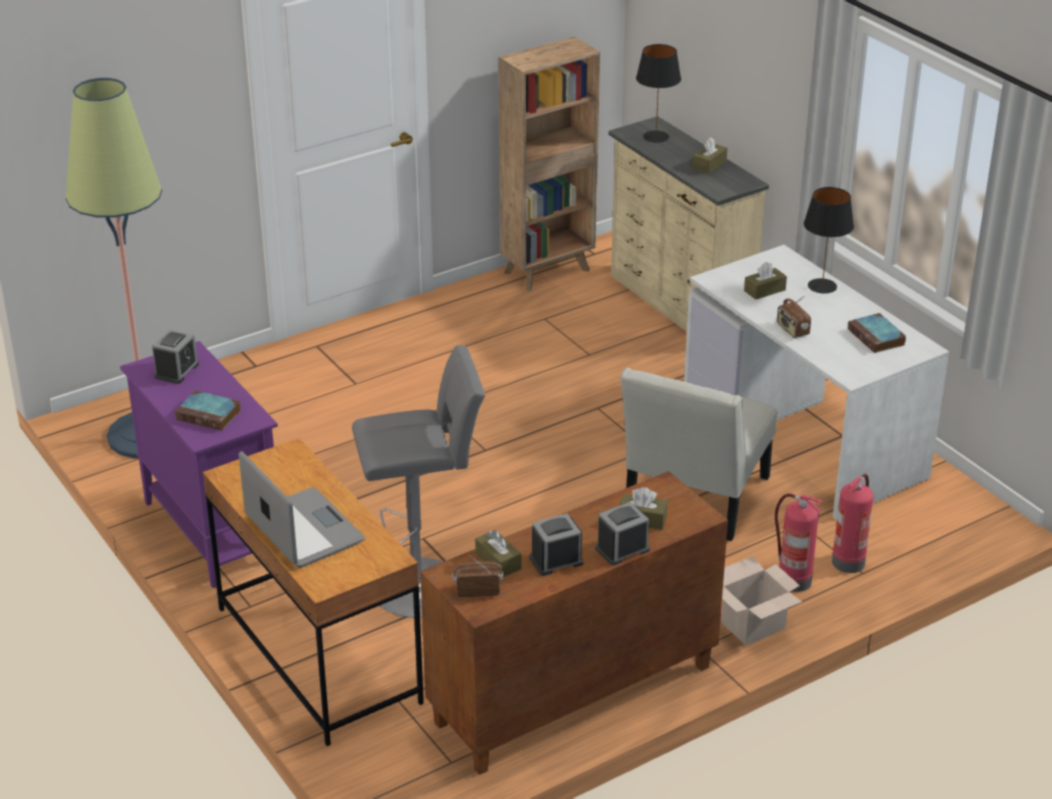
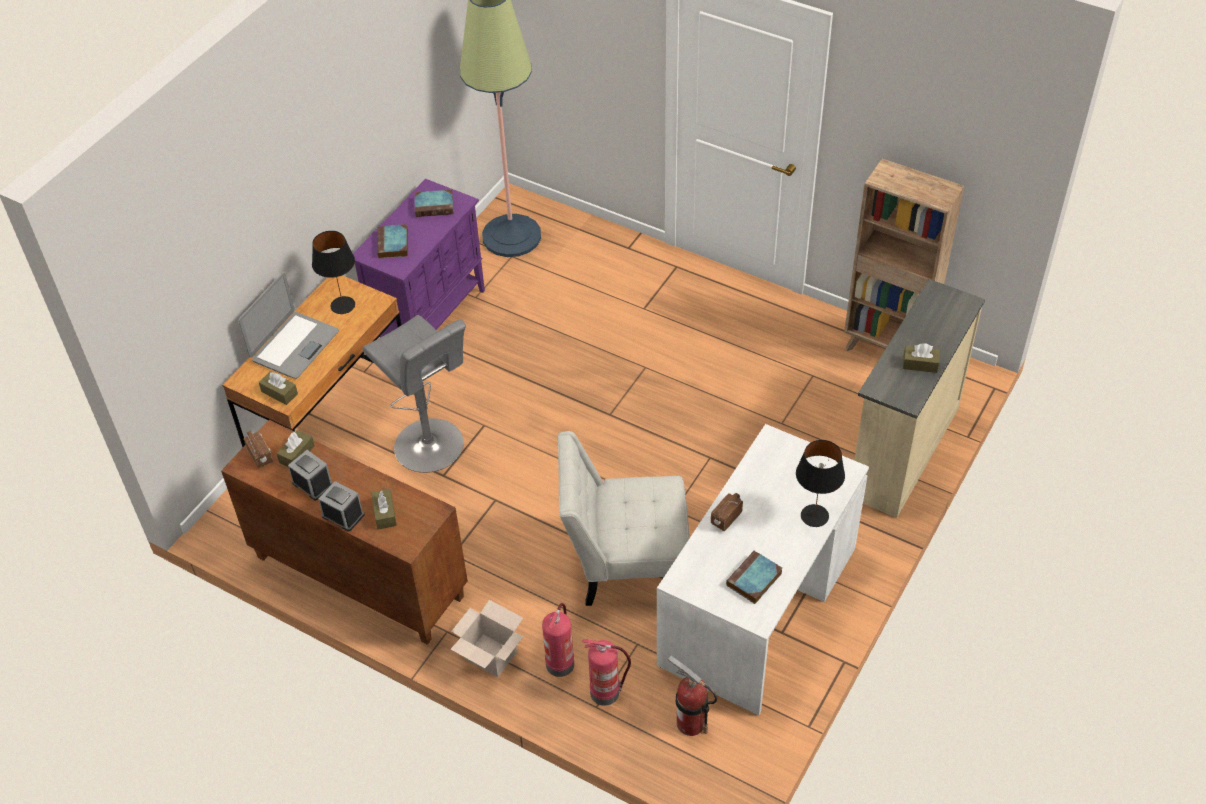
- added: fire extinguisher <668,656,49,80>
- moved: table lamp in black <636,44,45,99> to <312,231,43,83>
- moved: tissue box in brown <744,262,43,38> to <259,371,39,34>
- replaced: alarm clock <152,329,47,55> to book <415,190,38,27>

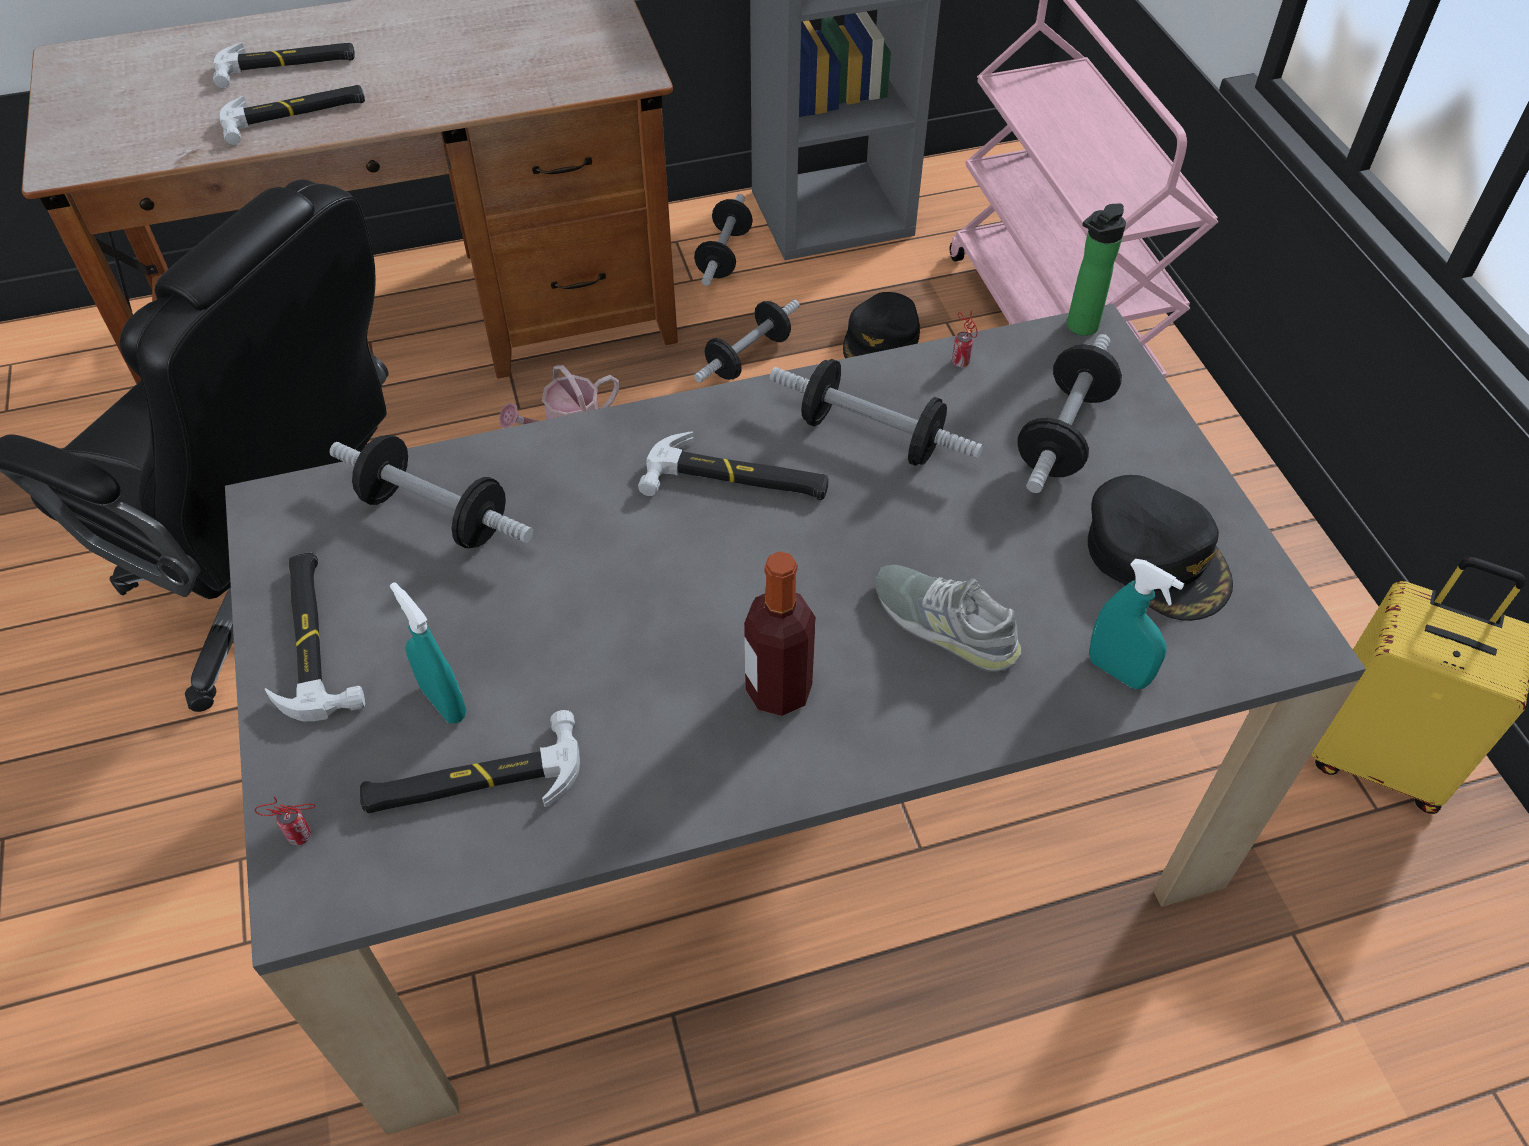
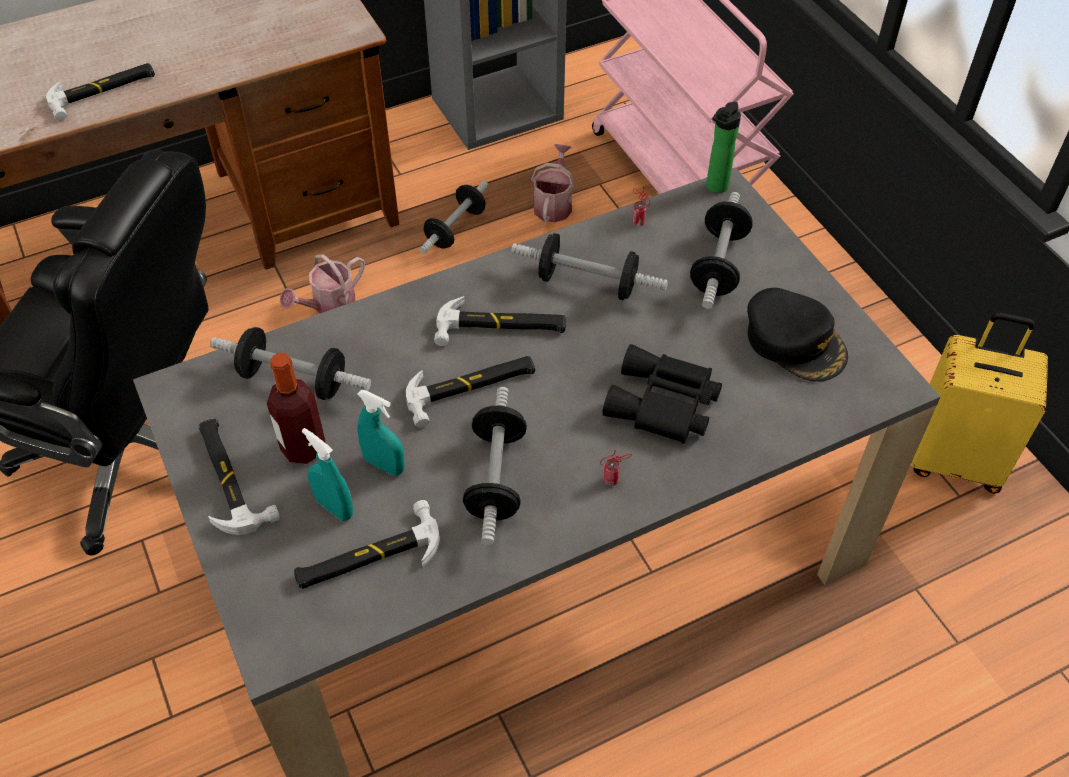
- moved: hammer <213,43,142,45> to <406,356,129,72>
- moved: can <255,796,60,49> to <600,450,32,36>
- moved: dumbbell <694,194,59,92> to <463,387,64,158>
- moved: bottle <744,551,72,165> to <267,353,58,111>
- moved: spray bottle in turquoise <1089,559,95,130> to <357,390,48,86>
- replaced: cap in black <843,292,77,66> to watering can <531,144,44,79>
- replaced: shoe in grey <875,565,147,107> to binoculars in black <602,344,120,100>

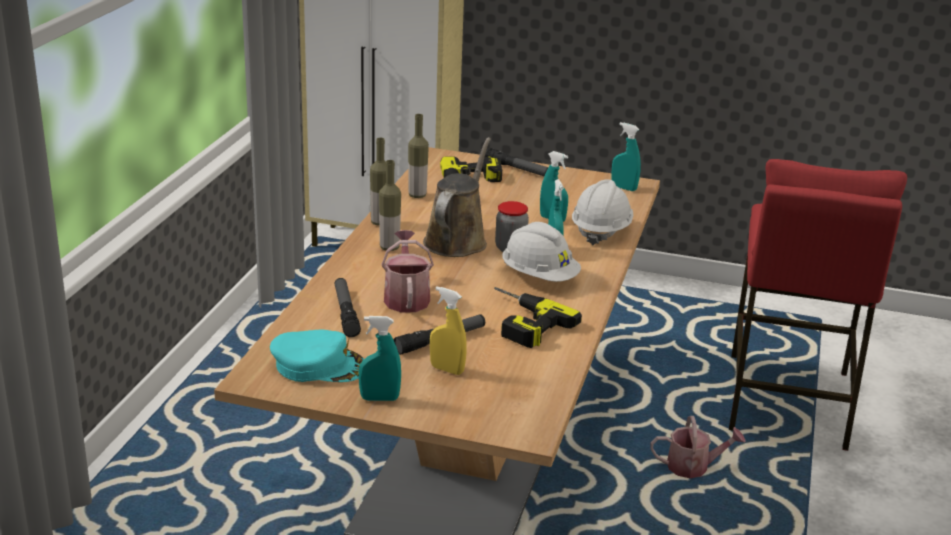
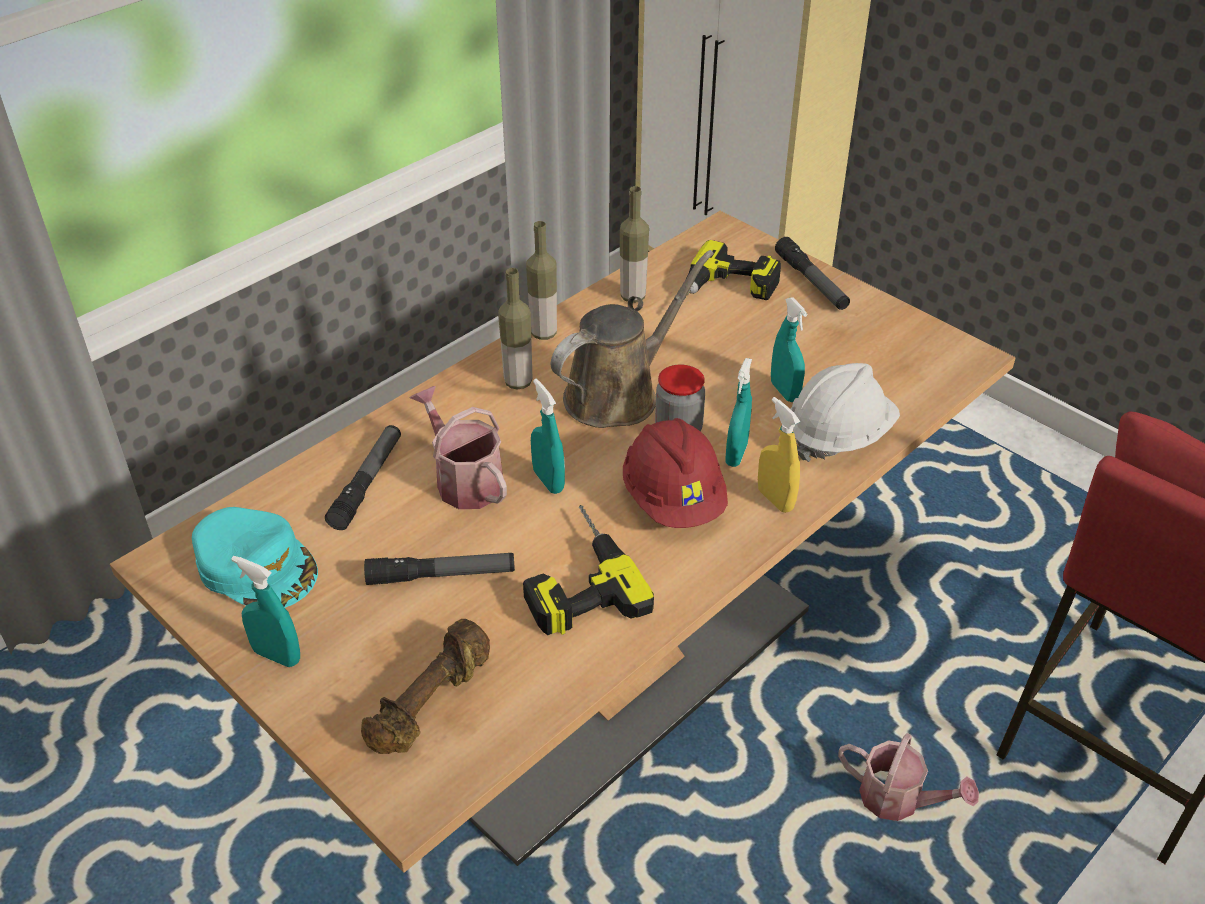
- added: dumbbell in brown <361,619,129,135>
- moved: spray bottle in yellow <430,287,37,88> to <758,397,42,116>
- moved: spray bottle in turquoise <611,122,30,69> to <531,379,34,115>
- recoloured: hard hat in white <502,222,79,60> to hard hat in red <623,418,105,110>
- turned: watering can <382,230,52,83> = <410,386,97,123> 60 degrees counterclockwise

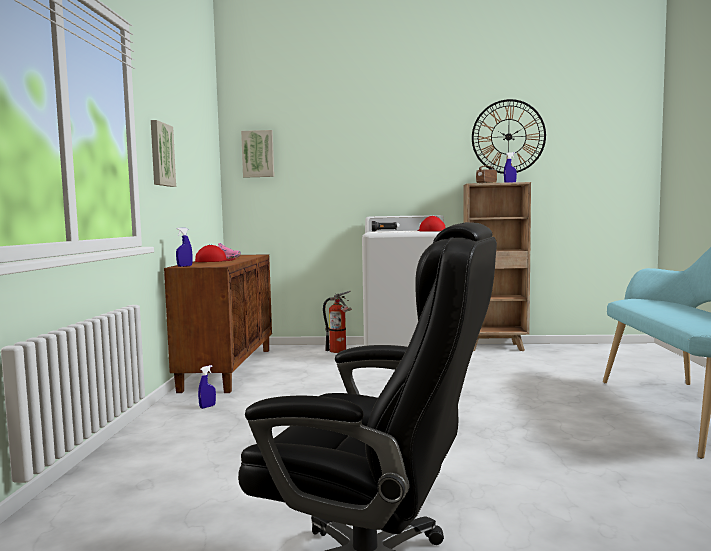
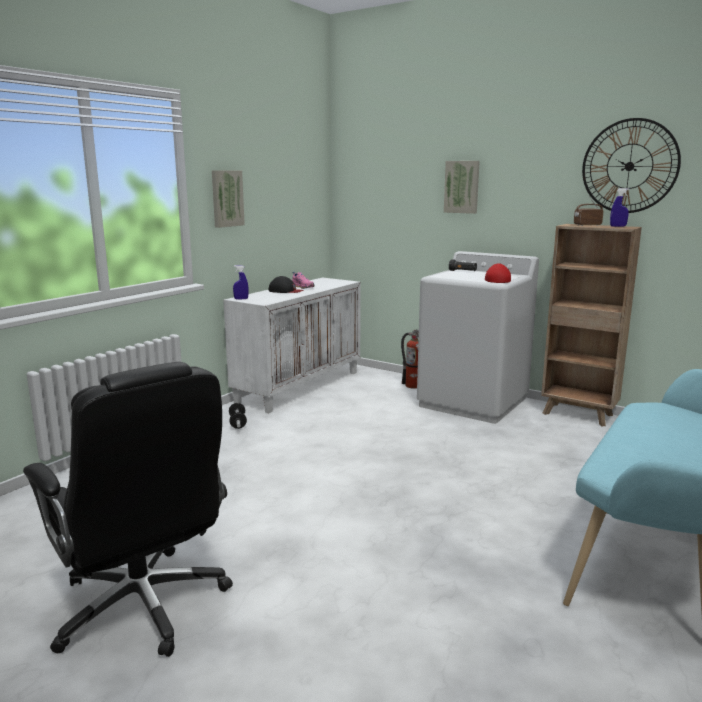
- moved: picture <241,130,33,48> to <444,161,36,53>
- replaced: spray bottle in blue <198,365,18,44> to dumbbell <229,403,18,26>
- recoloured: cabinet in brown <164,254,108,139> to cabinet in white <223,278,138,135>
- recoloured: cap in red <195,245,41,17> to cap in black <269,276,34,17>

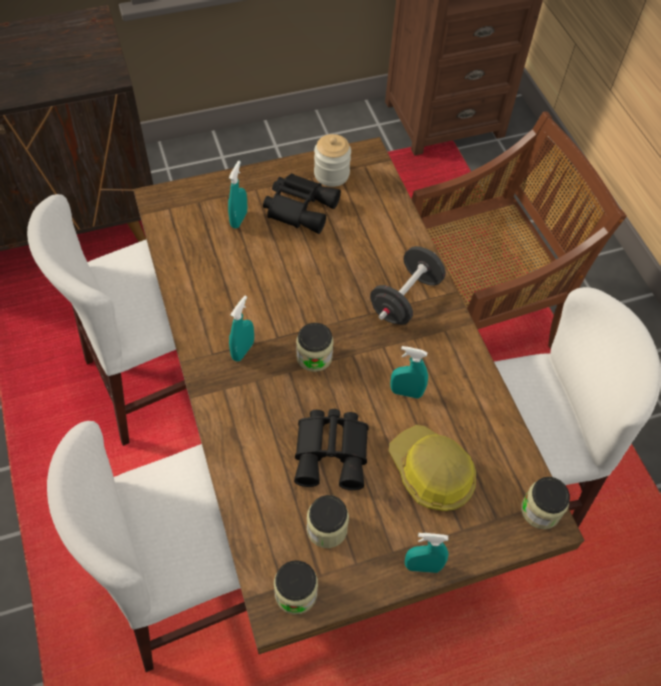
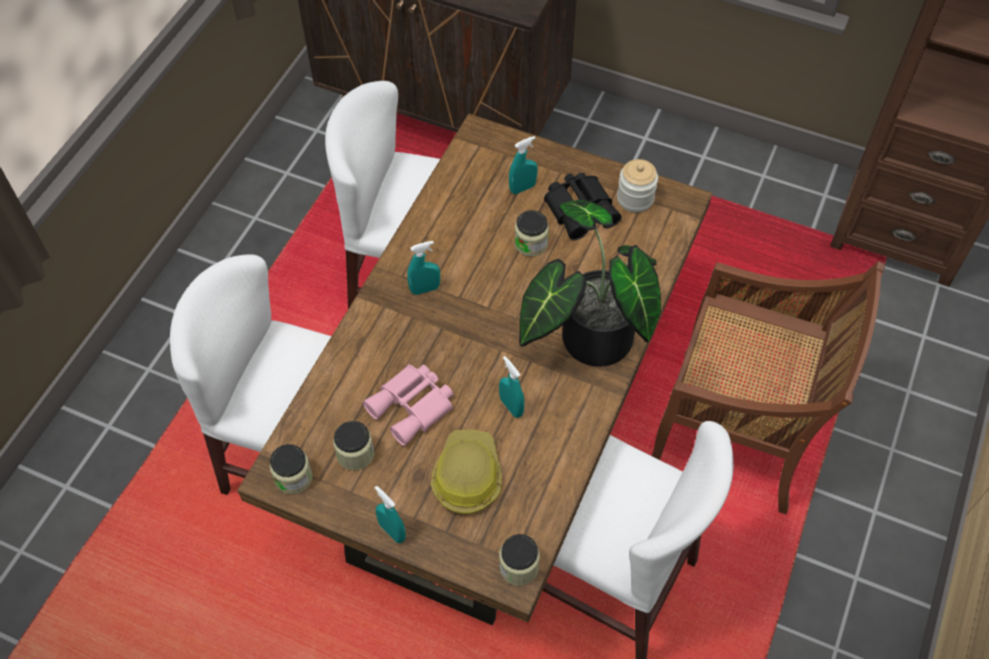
- moved: jar <296,323,38,49> to <515,210,34,46>
- replaced: dumbbell in black <370,246,76,79> to potted plant <519,200,142,167>
- recoloured: binoculars in black <294,409,75,81> to binoculars in pink <363,364,90,82>

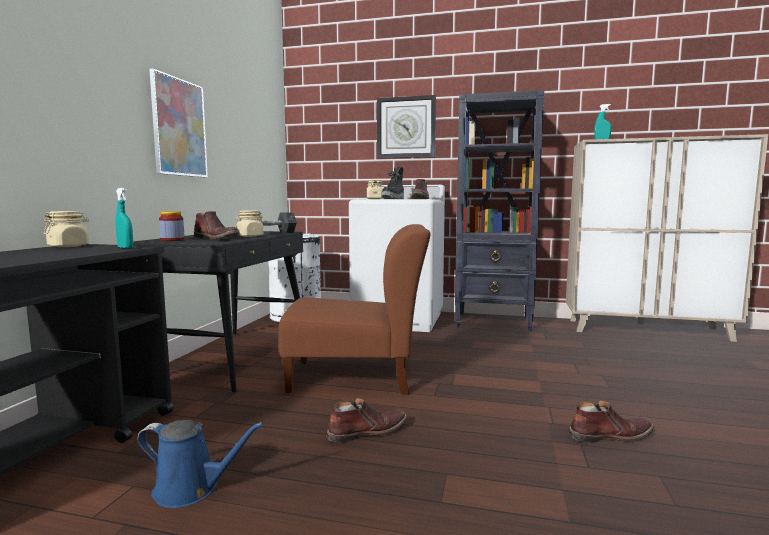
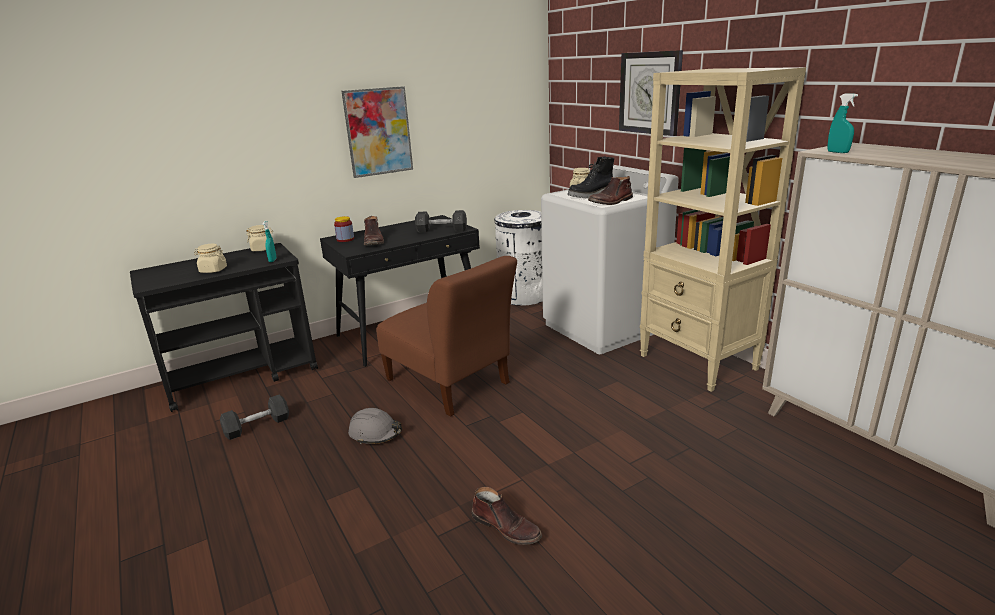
- moved: jar in beige <234,210,30,27> to <194,244,33,29>
- replaced: watering can in blue <137,420,127,88> to dumbbell in grey <220,395,69,45>
- replaced: boot in brown <327,398,80,44> to hard hat in grey <348,408,54,36>
- recoloured: bookcase in black <455,90,89,241> to bookcase in beige <640,67,166,325>

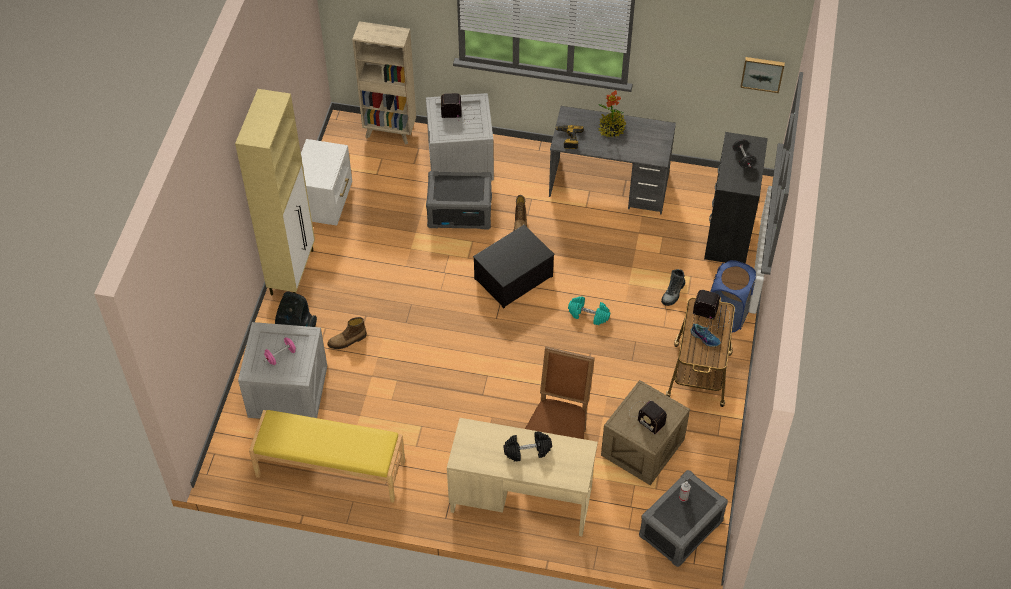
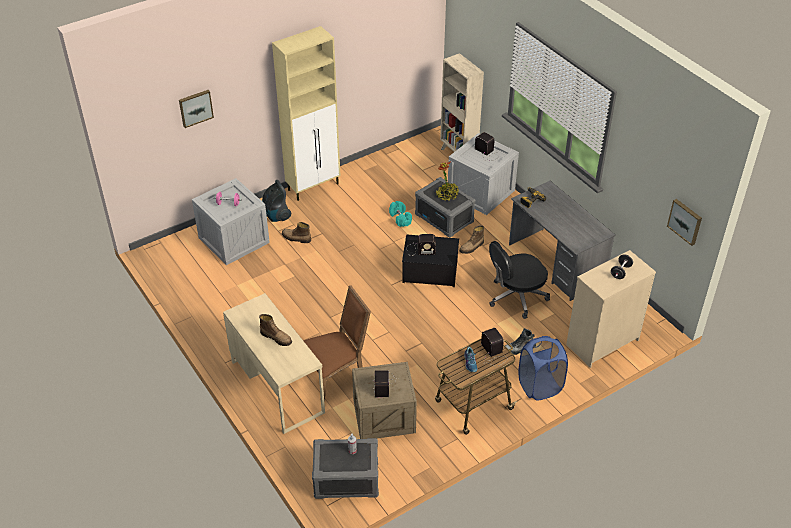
- removed: bench in yellow <249,410,156,93>
- removed: nightstand in white <301,139,51,86>
- added: picture <179,90,35,38>
- added: radio <410,234,26,22>
- added: office chair in black <489,241,61,78>
- moved: dumbbell in turquoise <568,296,42,29> to <389,201,23,26>
- moved: potted plant <598,90,28,48> to <436,161,23,40>
- replaced: dumbbell in black <503,431,49,31> to boot <259,314,33,32>
- recoloured: dresser in black <704,132,64,132> to dresser in beige <566,250,90,118>

